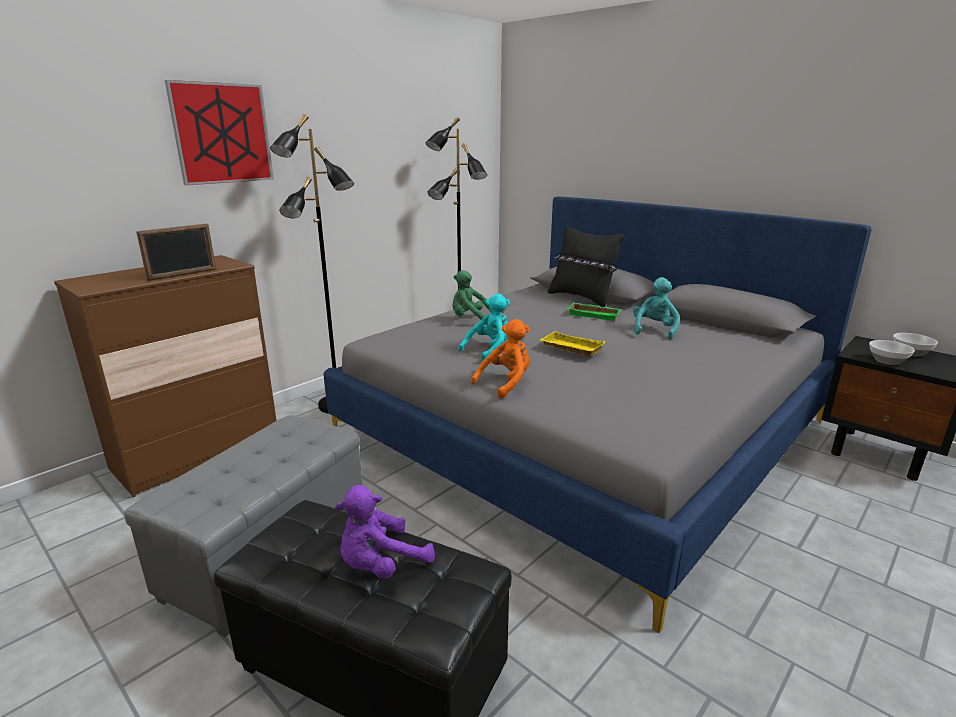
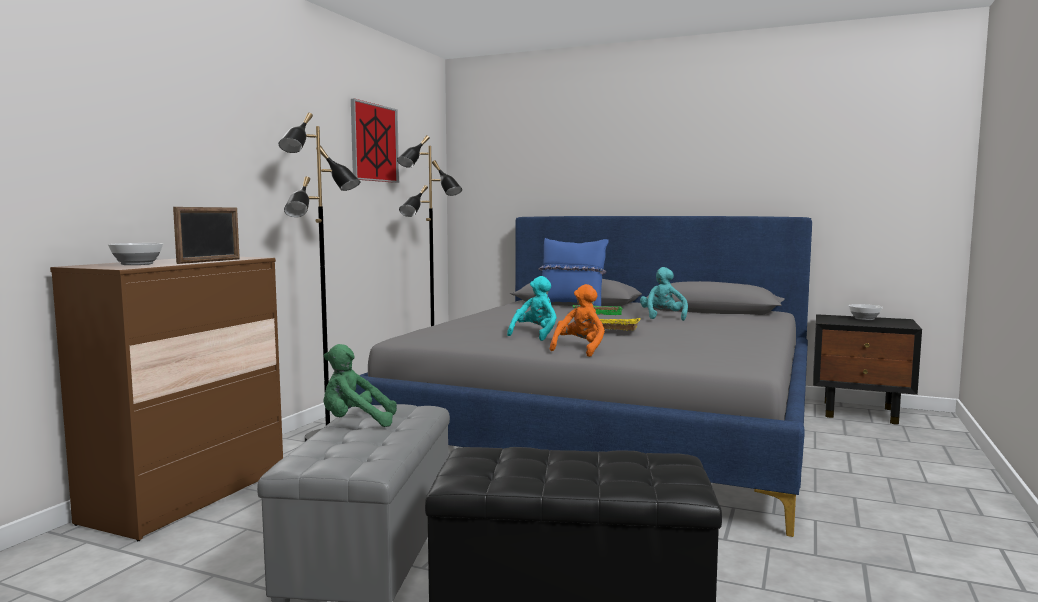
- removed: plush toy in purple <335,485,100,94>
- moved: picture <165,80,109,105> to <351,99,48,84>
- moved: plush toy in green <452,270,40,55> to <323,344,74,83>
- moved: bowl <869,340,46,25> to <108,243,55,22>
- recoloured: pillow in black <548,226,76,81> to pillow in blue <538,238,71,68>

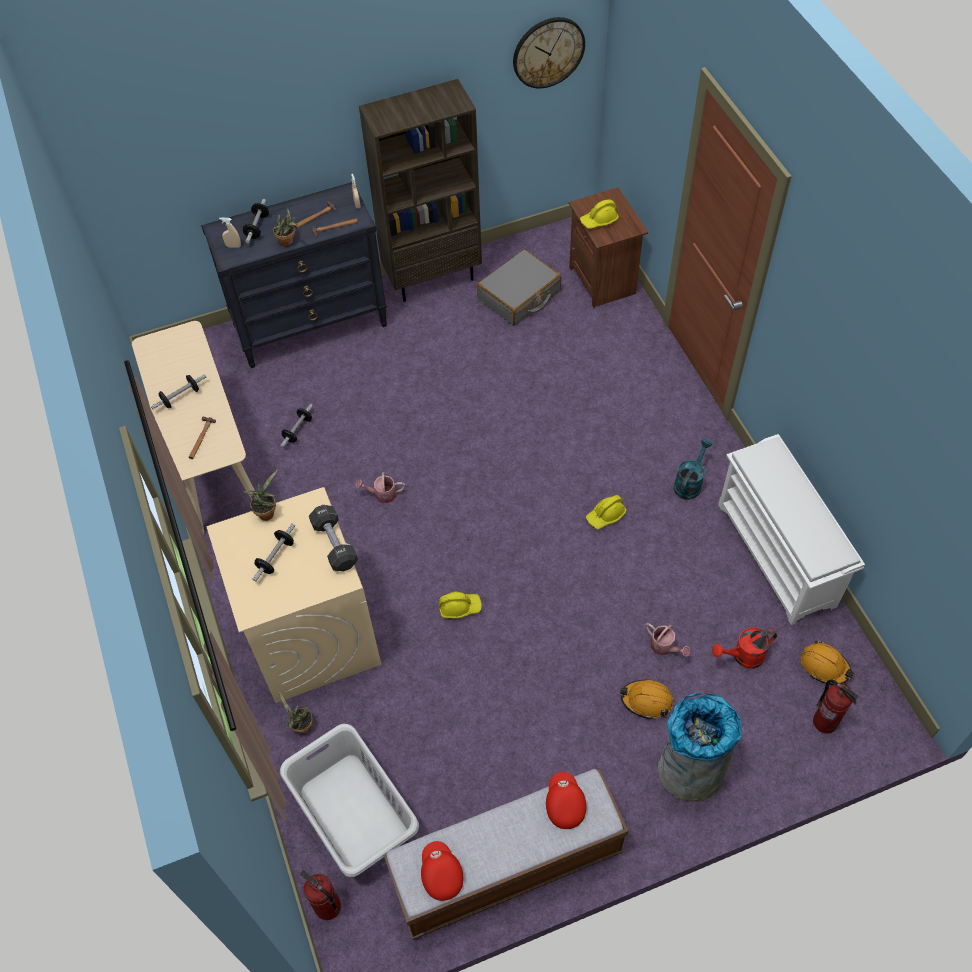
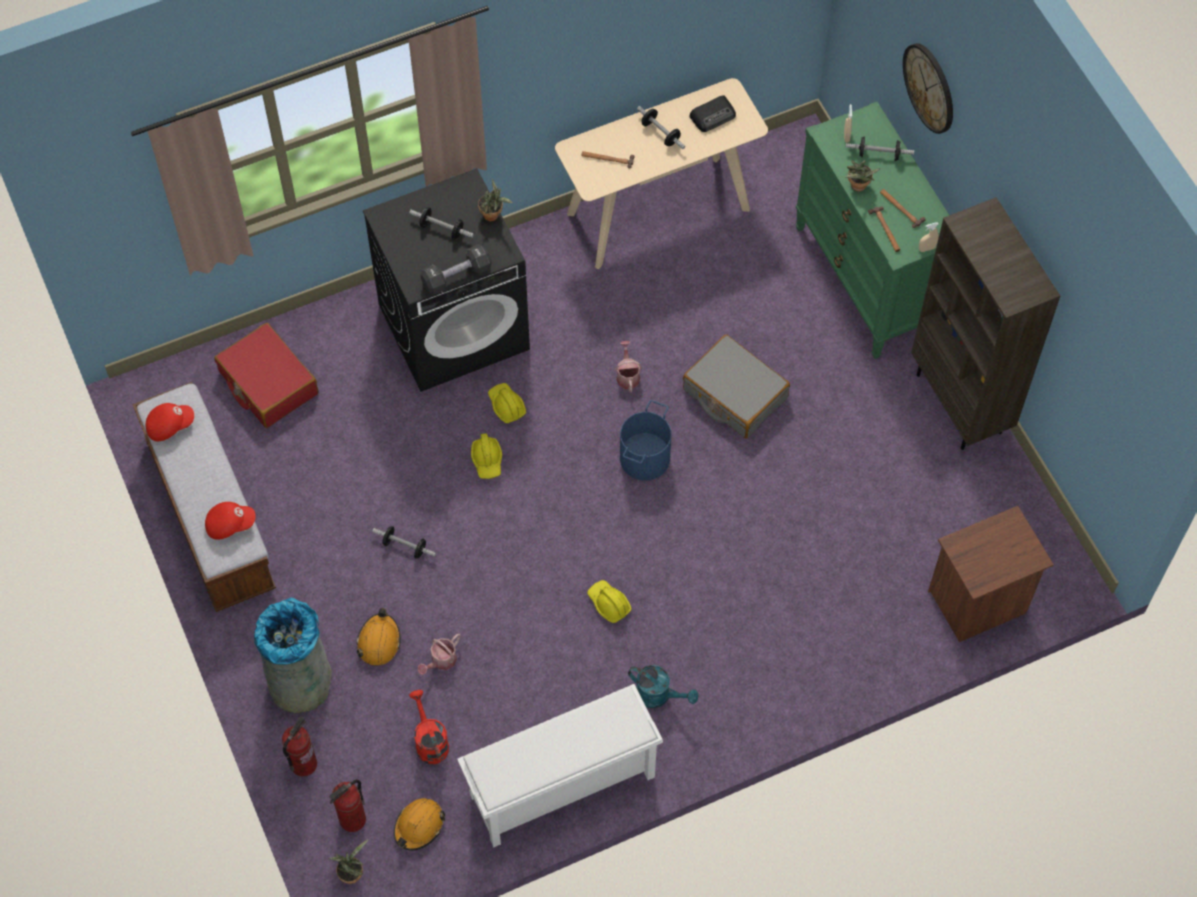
- added: bucket in blue <620,400,51,80>
- added: radio <689,95,47,37>
- moved: potted plant <279,692,34,41> to <329,839,40,45>
- moved: dumbbell <280,404,33,44> to <372,526,64,32>
- moved: fire extinguisher <300,870,41,50> to <282,716,35,61>
- moved: suitcase in grey <477,249,84,77> to <683,334,107,105>
- moved: wall clock <513,17,72,71> to <903,43,50,91>
- moved: hard hat in yellow <580,200,39,29> to <488,383,38,40>
- replaced: laundry basket in grey <280,724,139,153> to suitcase in red <214,323,105,105>
- recoloured: dresser in black <201,182,186,186> to dresser in green <796,102,153,257>
- recoloured: washing machine in beige <206,487,175,216> to washing machine in black <363,168,167,224>

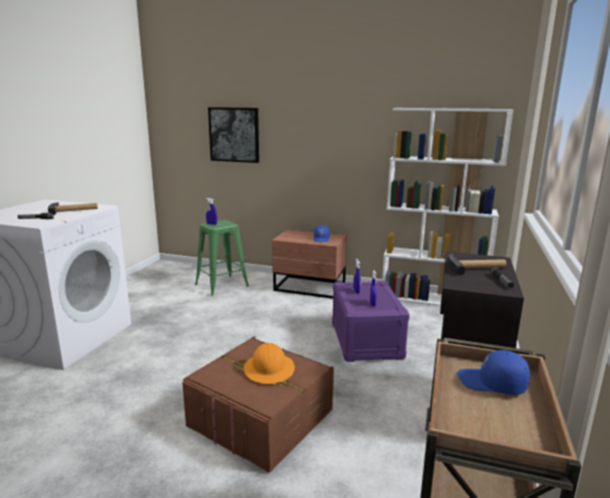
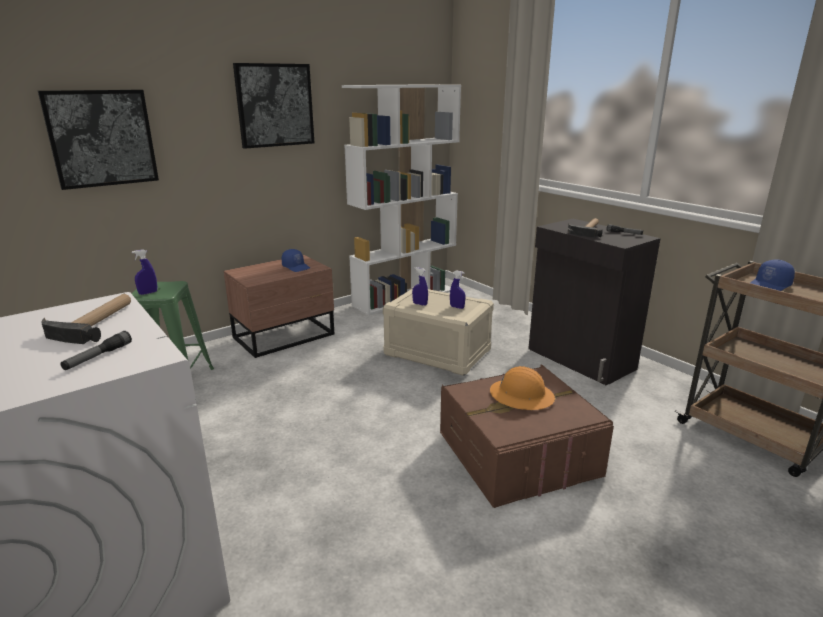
- added: picture <233,63,82,86>
- recoloured: storage box in purple <332,281,78,81> to storage box in beige <383,287,111,89>

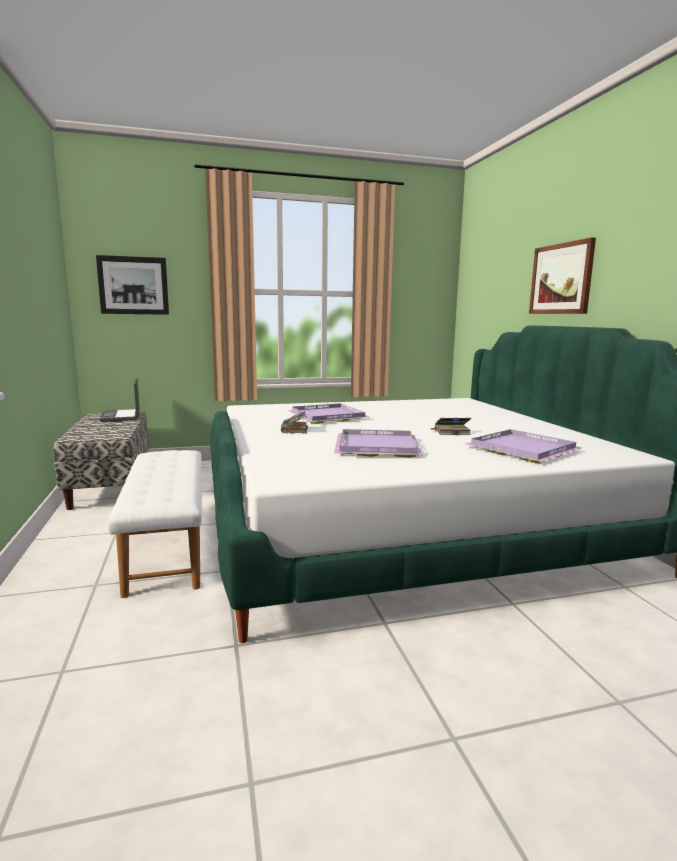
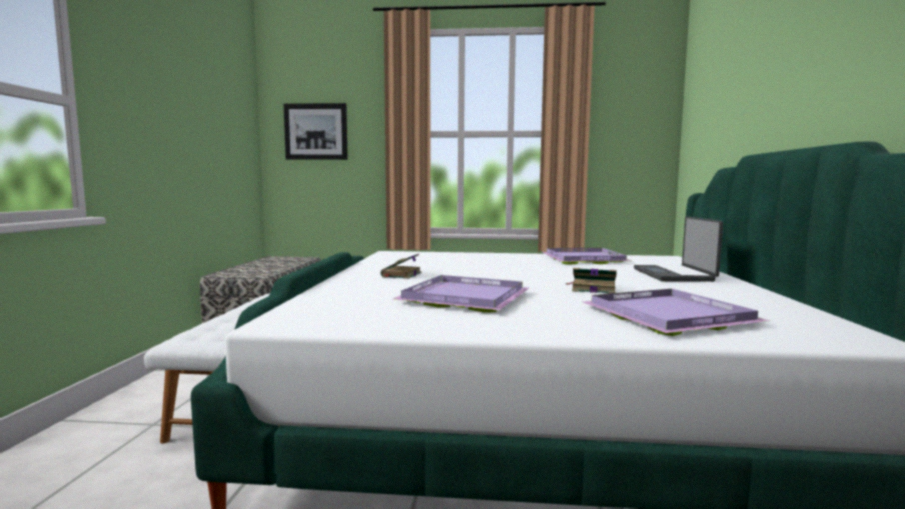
- removed: picture <529,237,67,77>
- moved: laptop <99,378,41,44> to <634,216,89,66>
- moved: tray in purple <287,403,82,21> to <542,248,89,17>

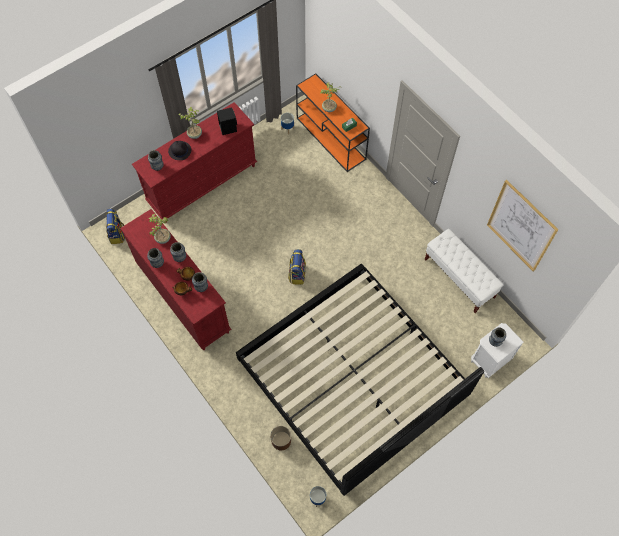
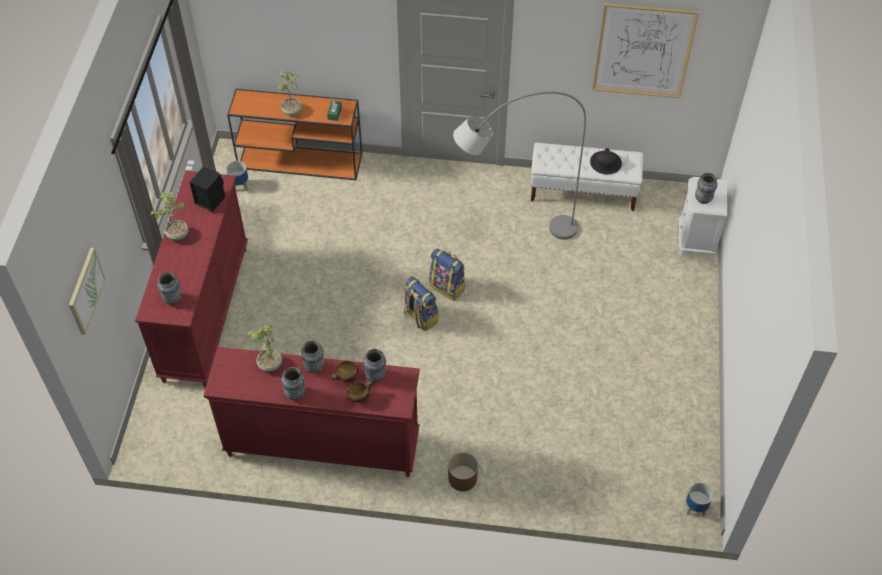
- removed: bed <236,264,248,232>
- added: picture <69,248,37,87>
- added: floor lamp in grey <453,91,133,149>
- moved: backpack <106,209,19,35> to <429,248,36,53>
- moved: hat in black <168,141,23,19> to <590,148,32,26>
- moved: planter in brown <270,426,21,24> to <448,452,30,39>

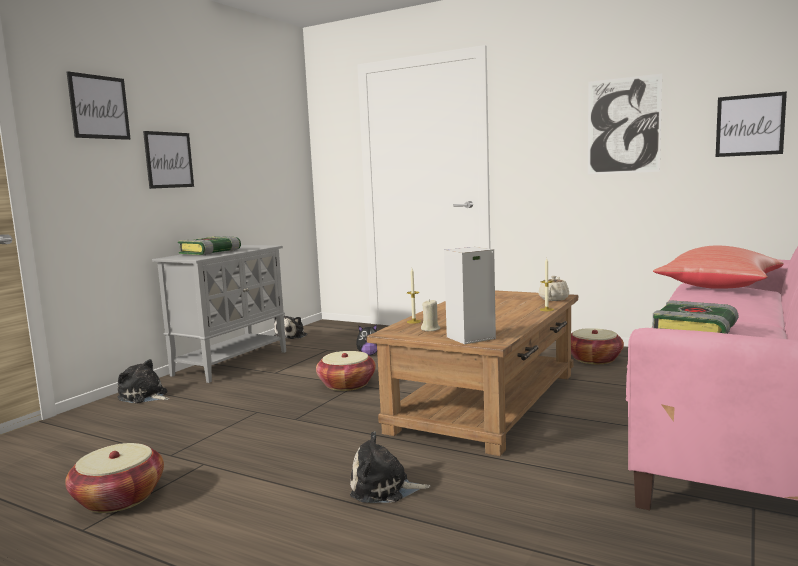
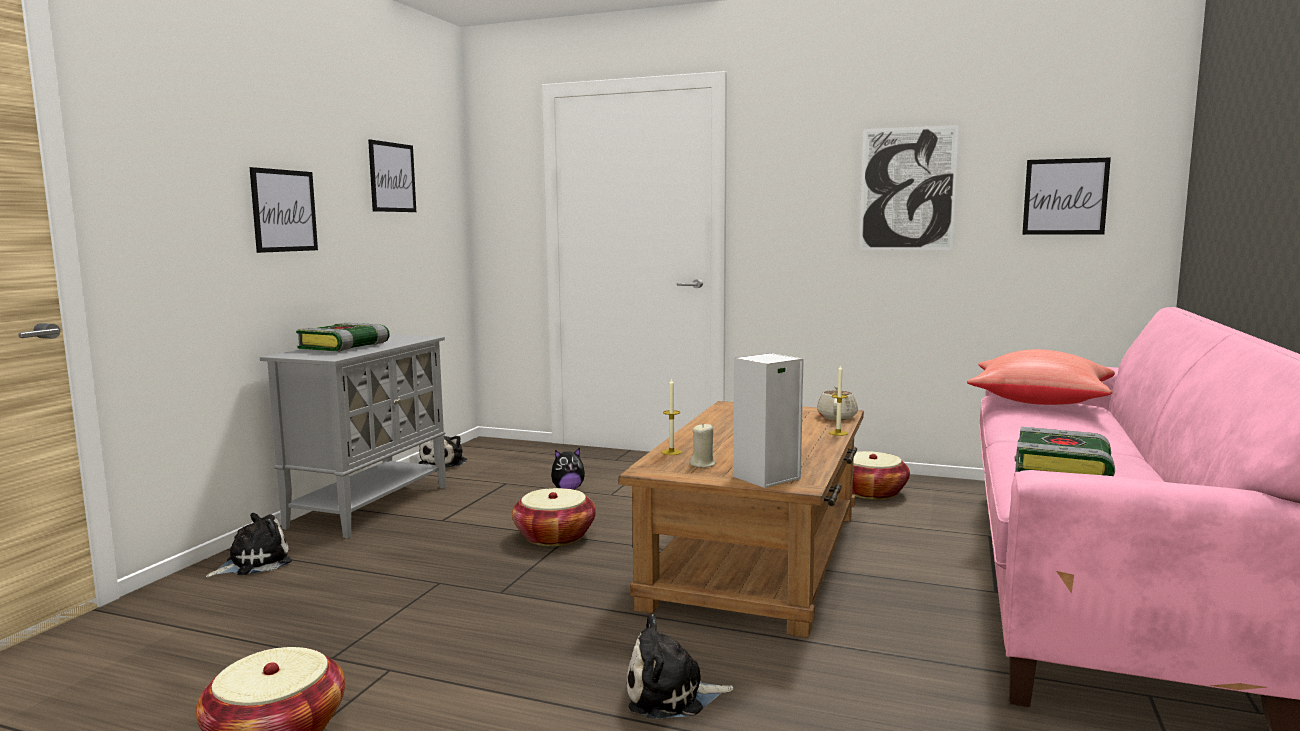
- moved: picture <67,71,64,69> to <368,139,48,73>
- turned: plush toy <117,359,52,44> = <205,513,87,64> 120 degrees clockwise

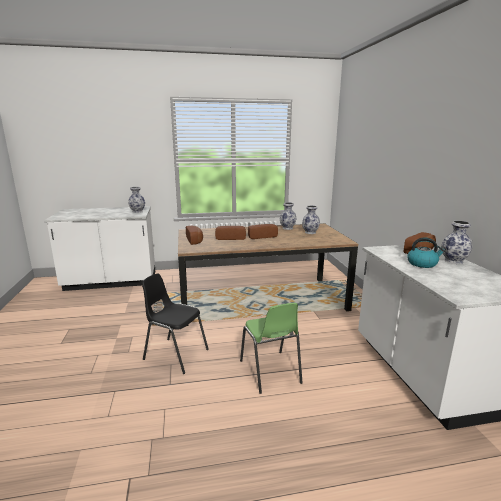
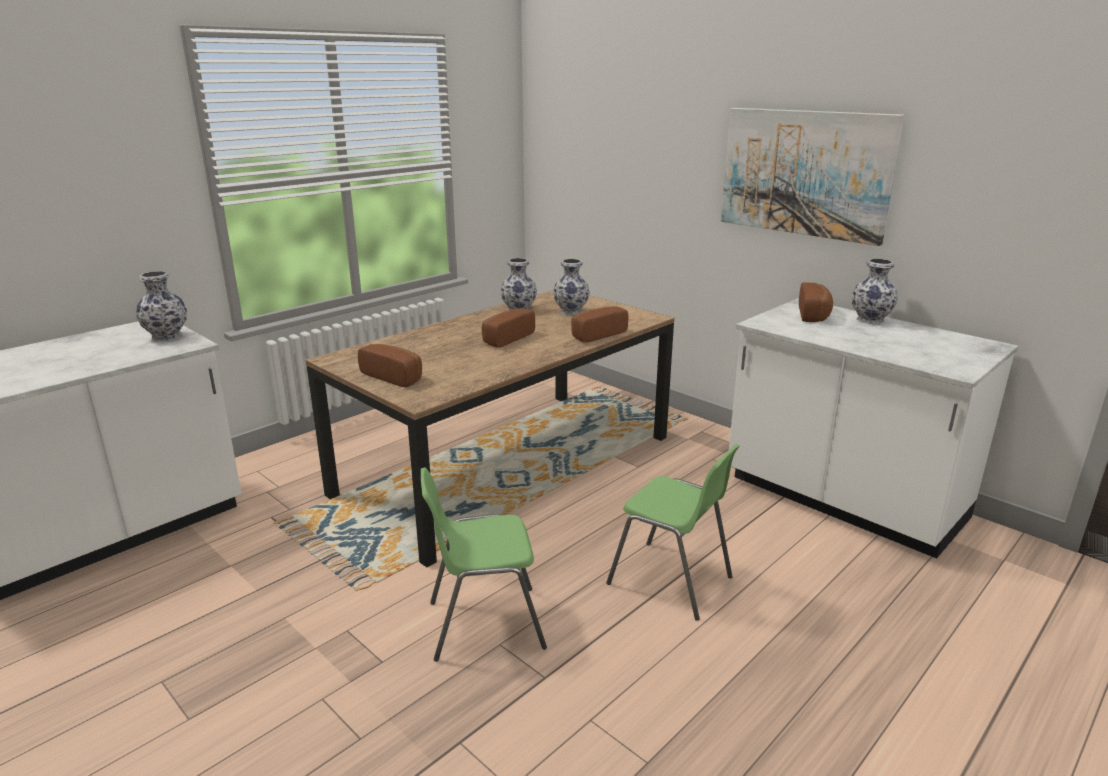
- removed: kettle <407,238,38,30>
- added: picture <721,108,184,138>
- moved: bread <215,226,31,14> to <571,307,57,36>
- recoloured: chair in black <142,273,67,101> to chair in green <421,467,126,195>

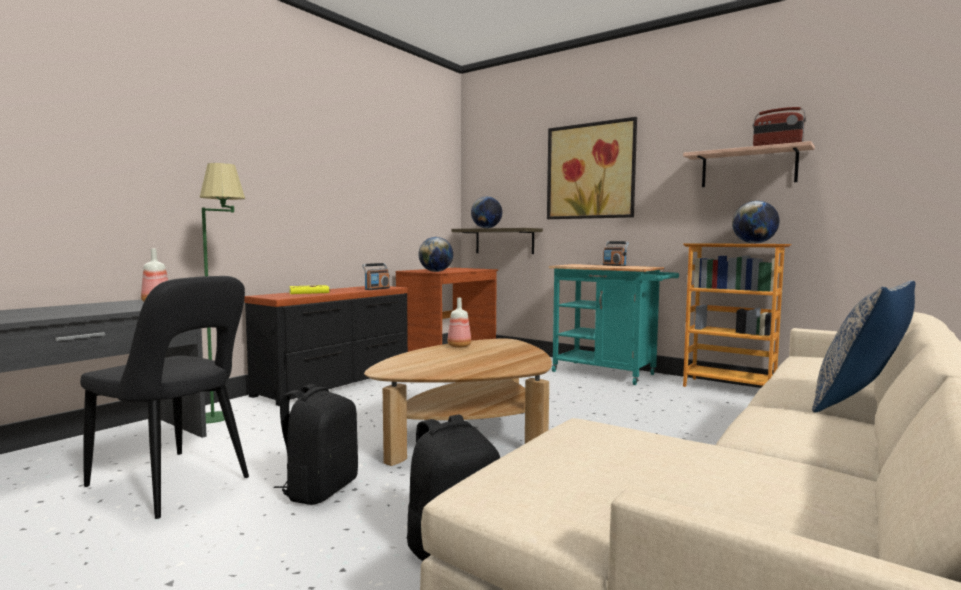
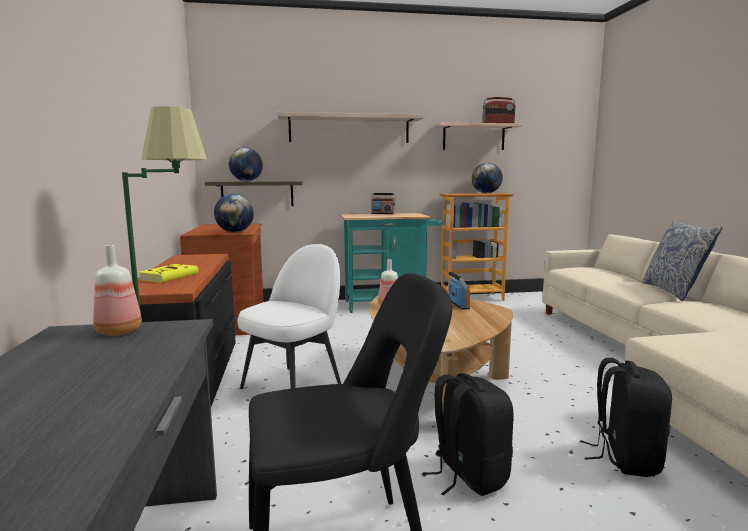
- added: chair in white <238,244,103,145>
- moved: radio <362,263,28,27> to <448,271,22,39>
- replaced: picture <547,117,90,102> to shelf <277,112,148,31>

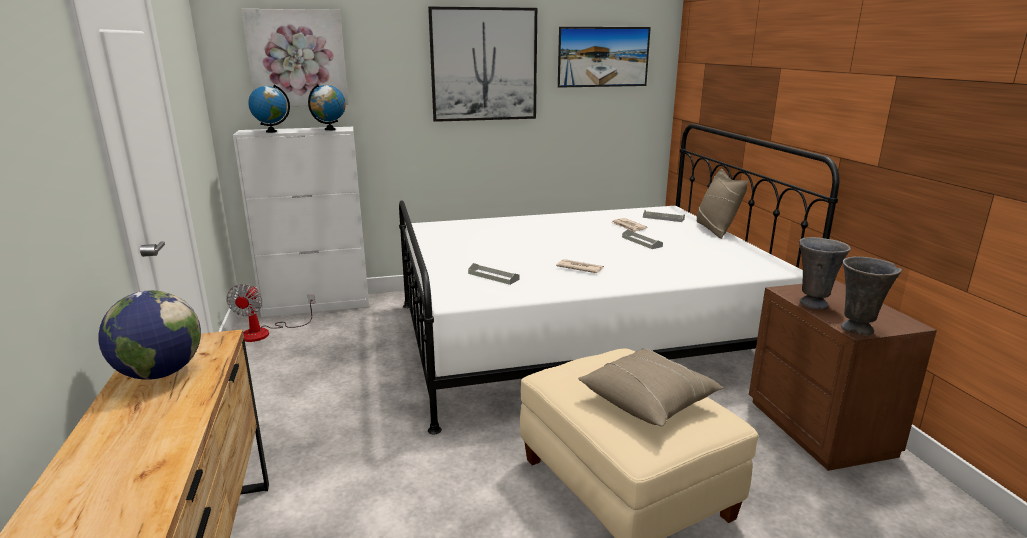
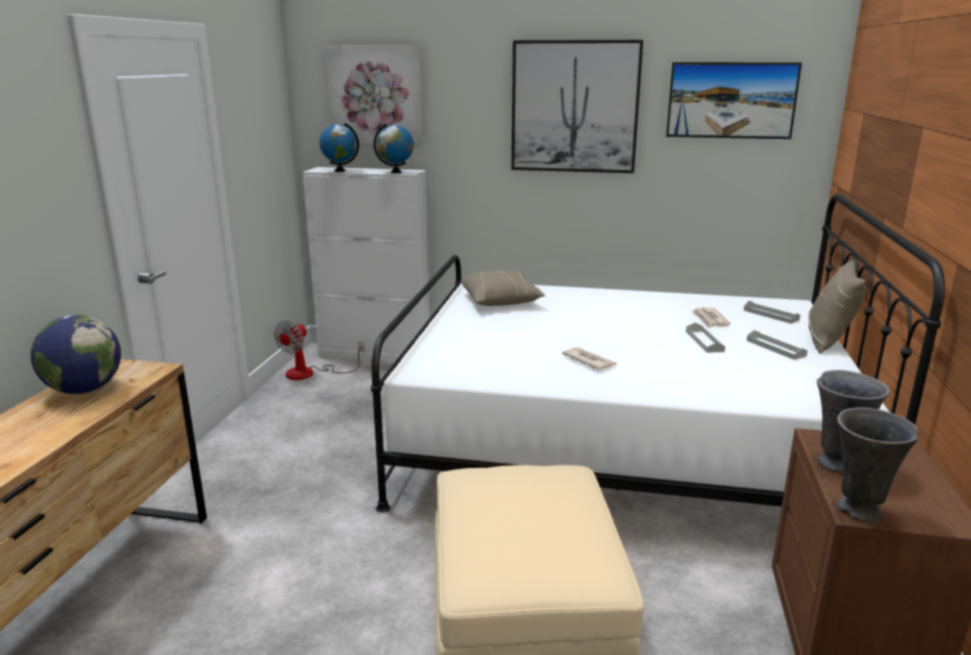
- moved: tray in grey <468,263,52,22> to <747,330,61,30>
- moved: pillow in beige <578,348,146,78> to <460,270,85,36>

